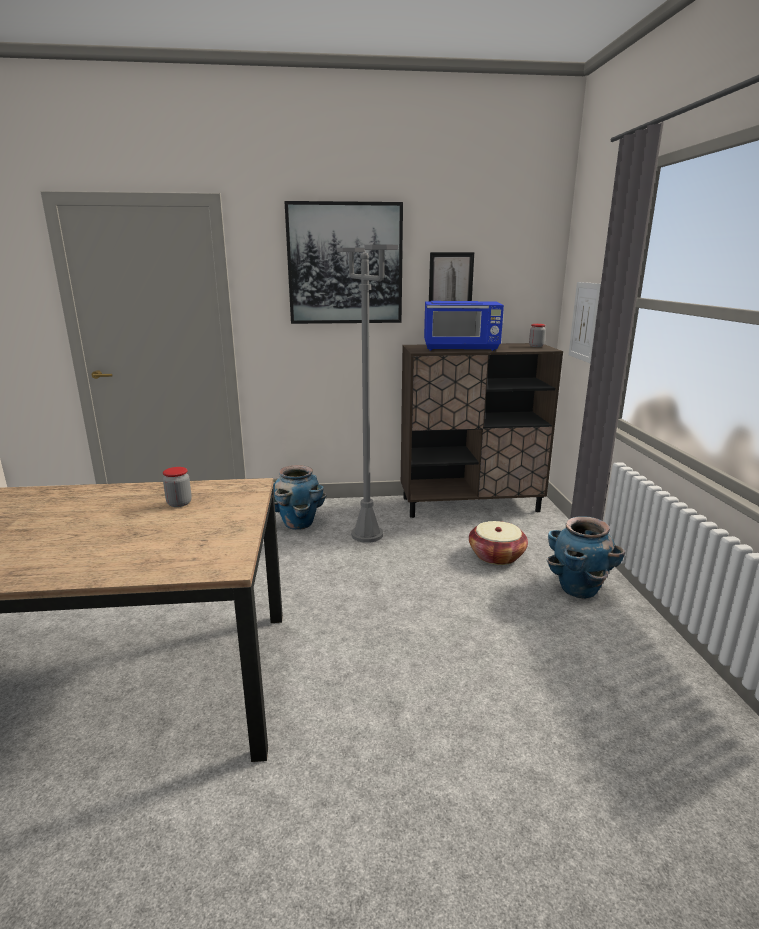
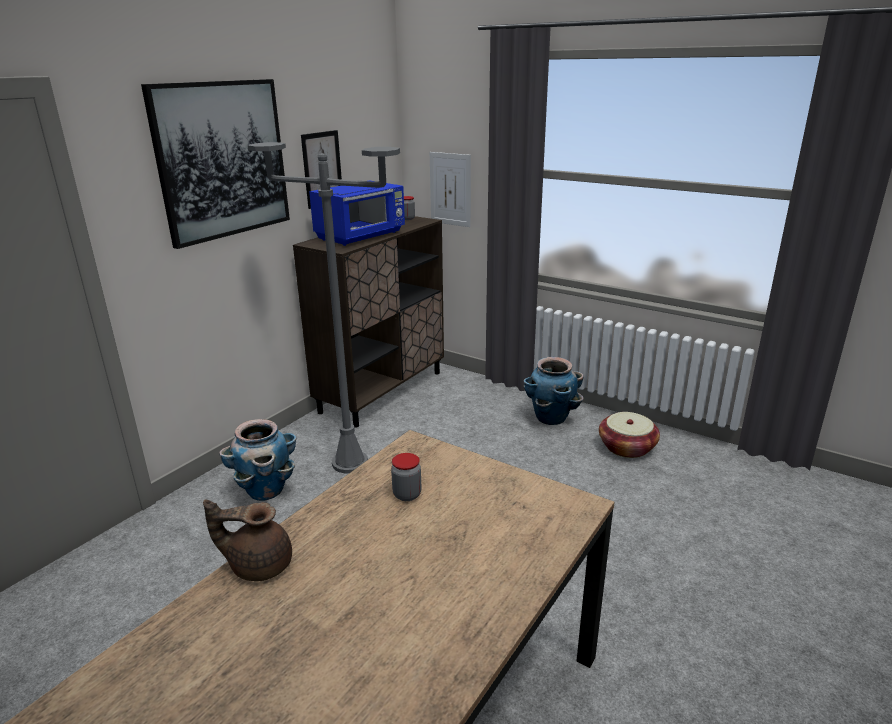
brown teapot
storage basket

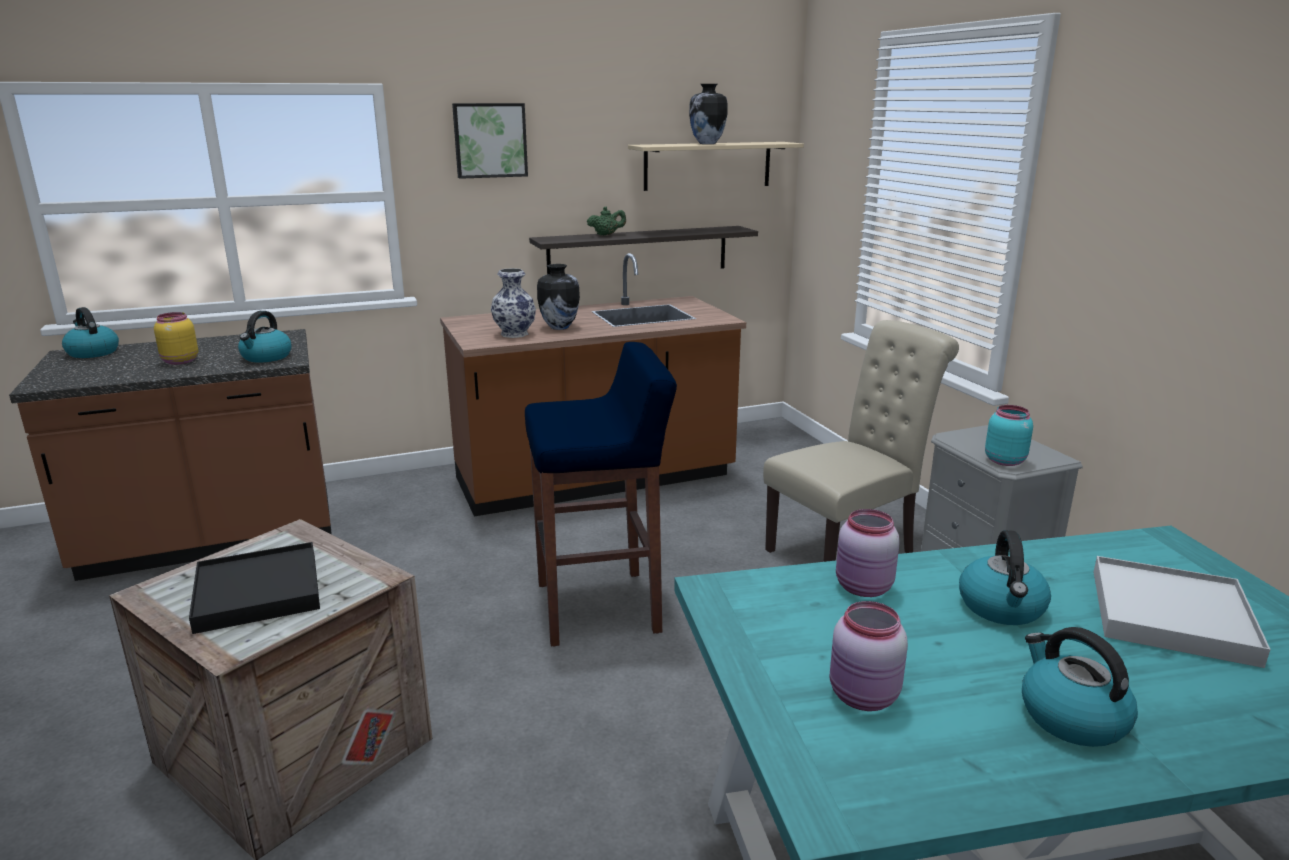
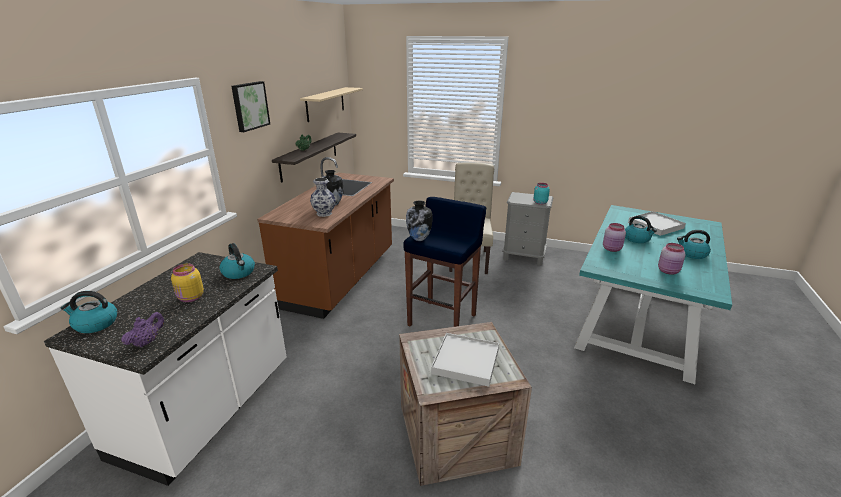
purplish teapot
flower vase (no. 3 from left)
whitish counter
whitish tray (no. 1 from left)

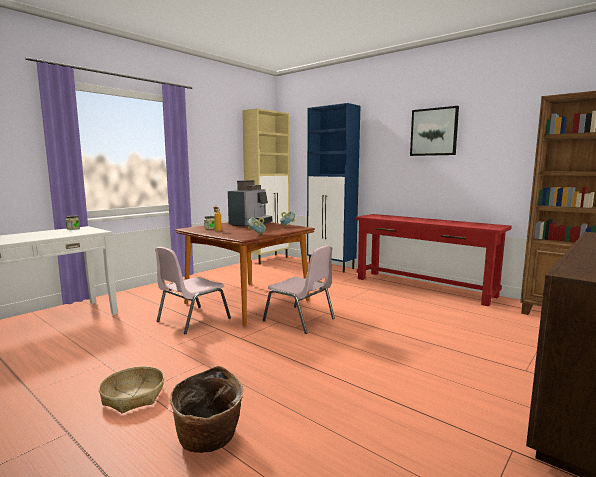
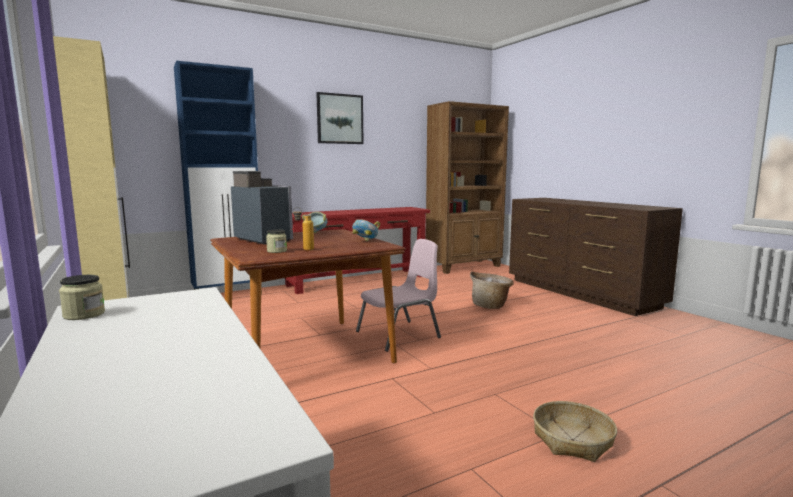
pink-coloured chair (no. 1 from left in the first image)
storage basket (no. 1 from left)

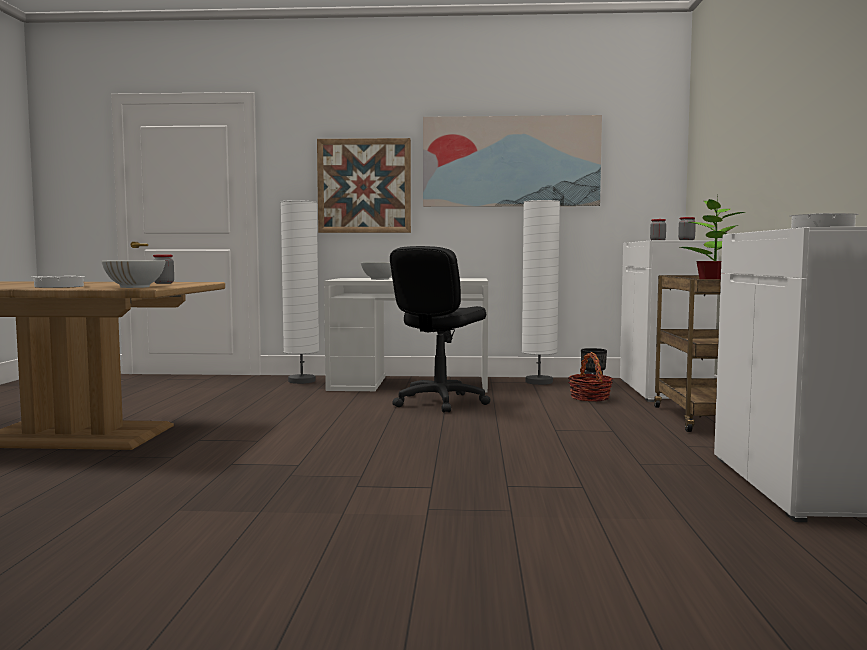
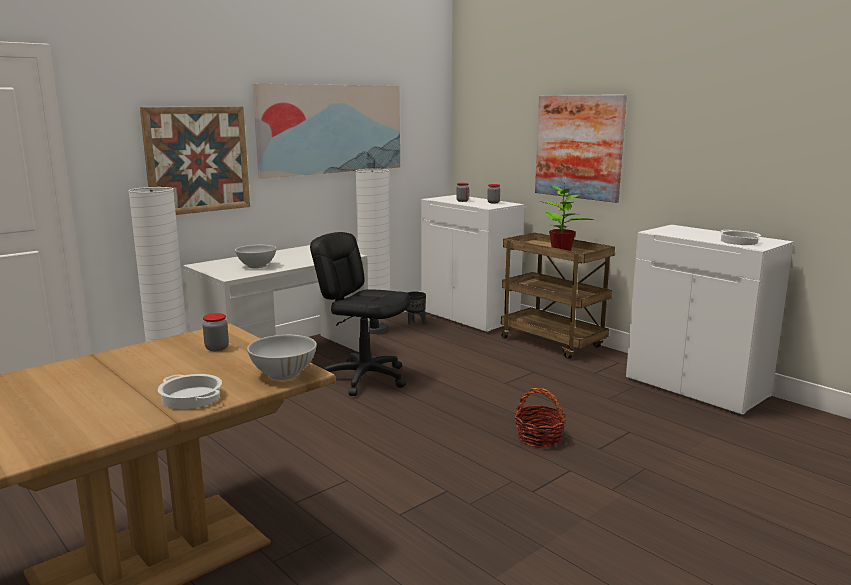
wall art (no. 3 from left)
storage basket
blackish office chair

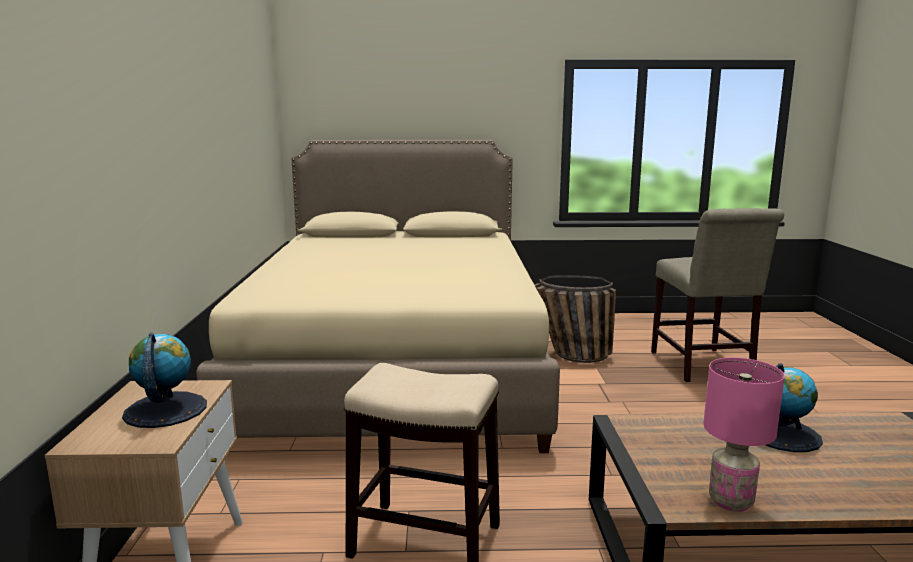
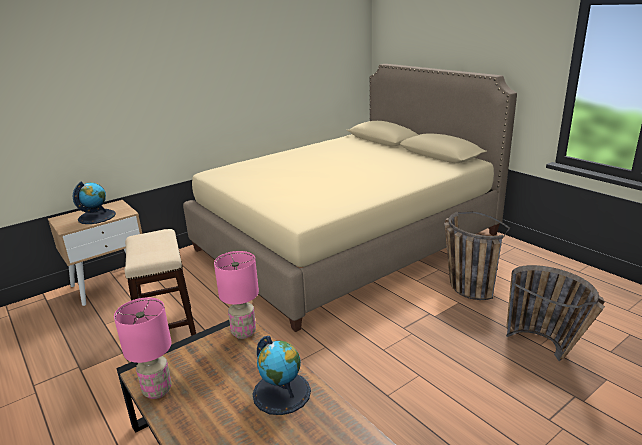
pink-coloured table lamp (no. 2 from left)
storage basket (no. 2 from left)

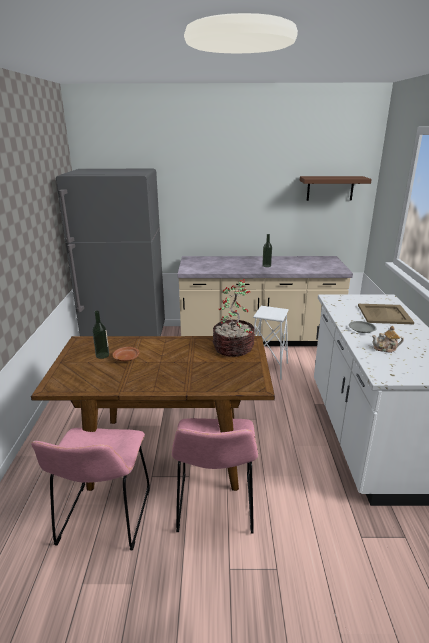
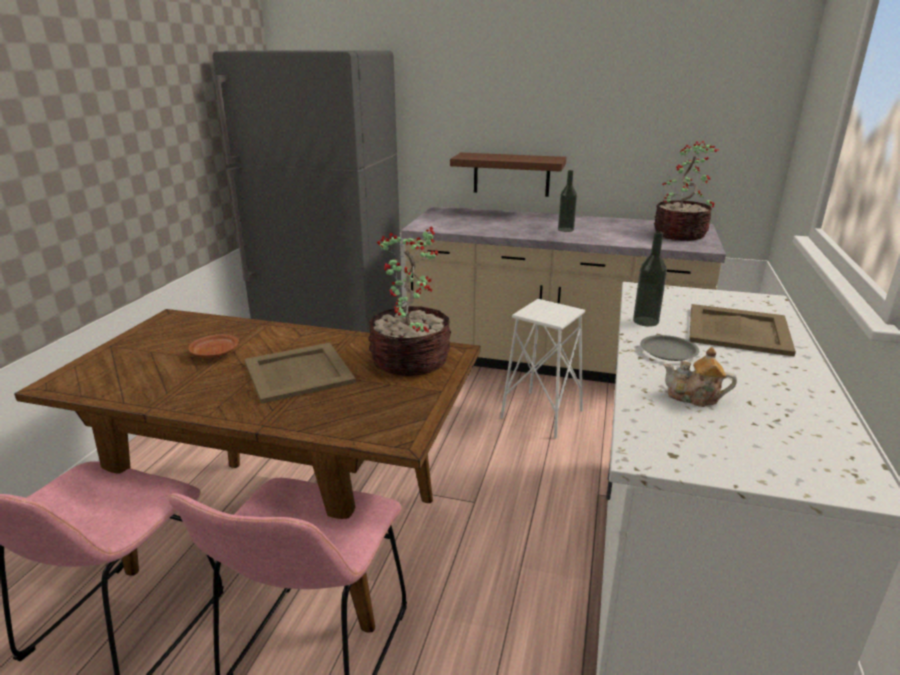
sand-coloured tray (no. 1 from left)
houseplant (no. 2 from left)
beverage bottle (no. 2 from left)
brown shelf

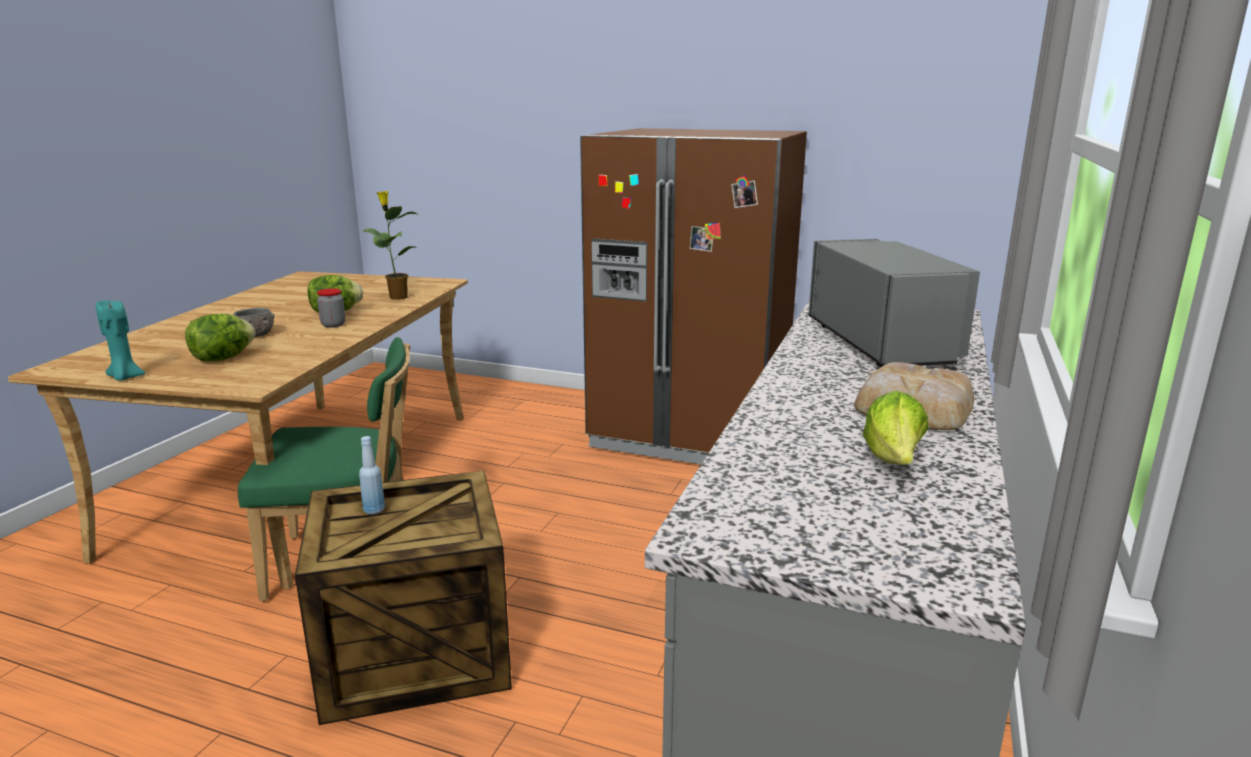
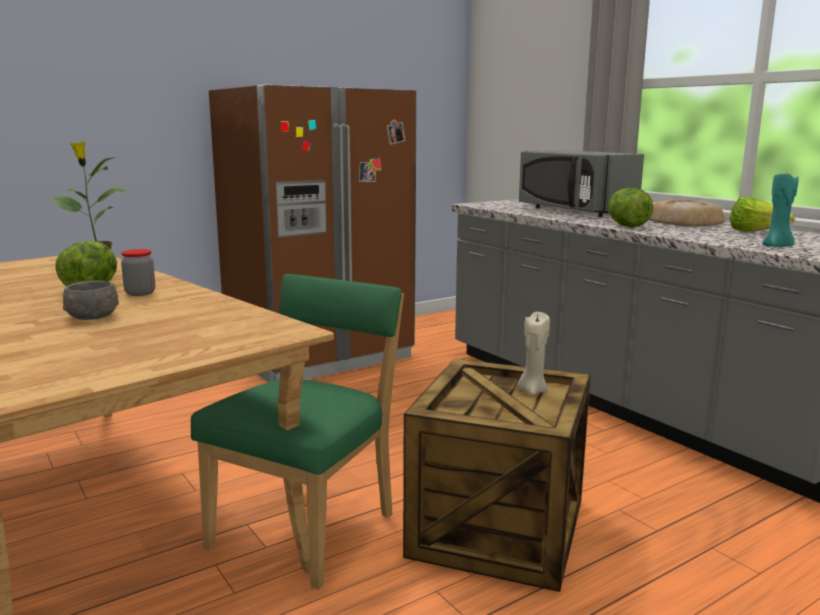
blue-coloured beverage bottle
sand-coloured wax candle
turquoise-coloured wax candle
lettuce head (no. 2 from left)
greyish microwave oven

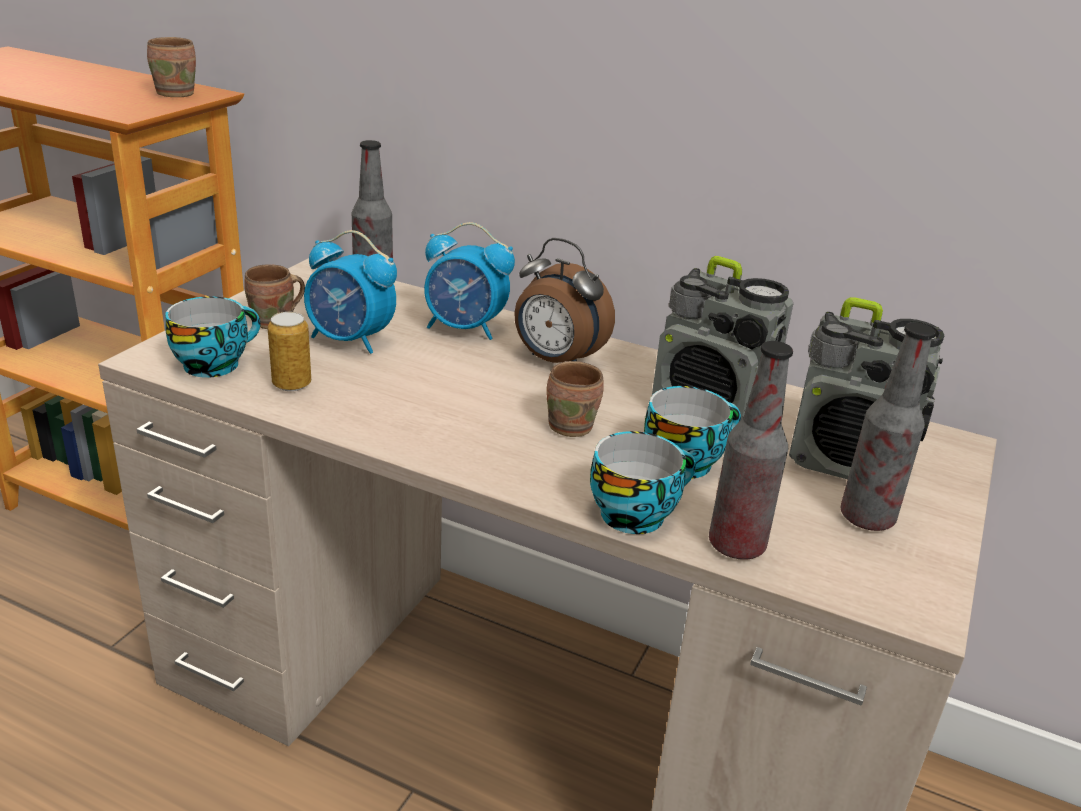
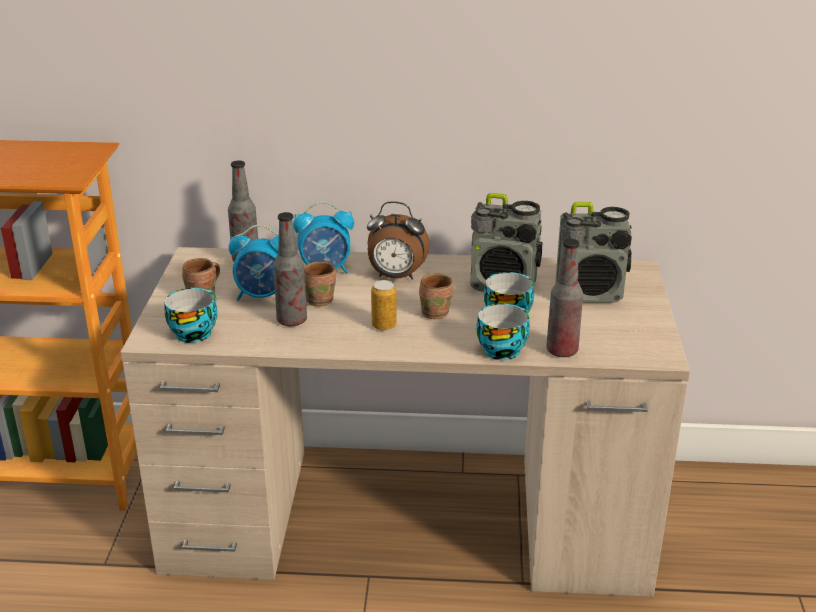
brown tea mug (no. 2 from left)
sealed can
beverage bottle (no. 2 from left)

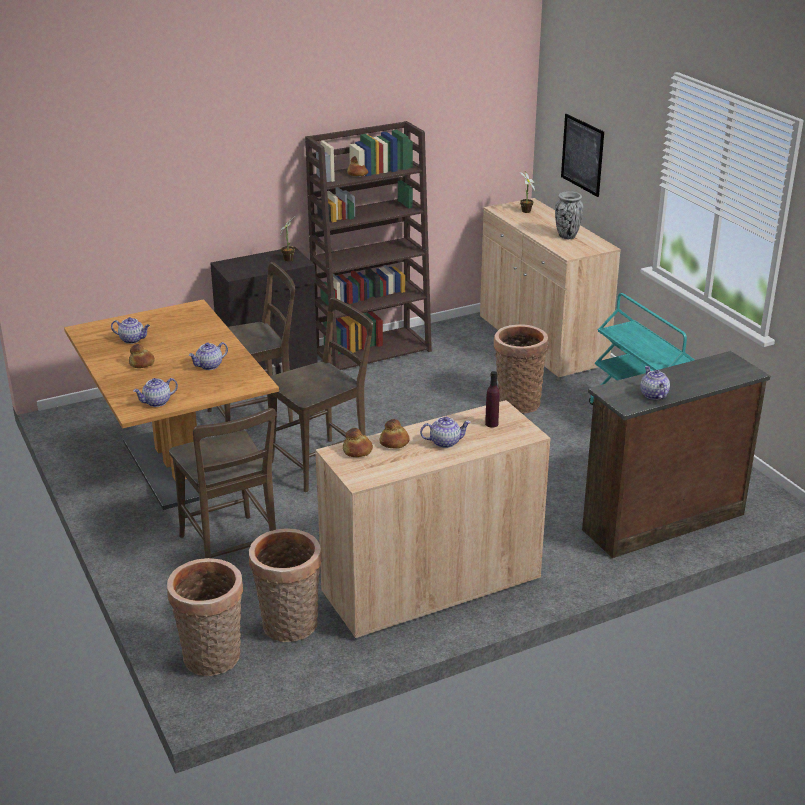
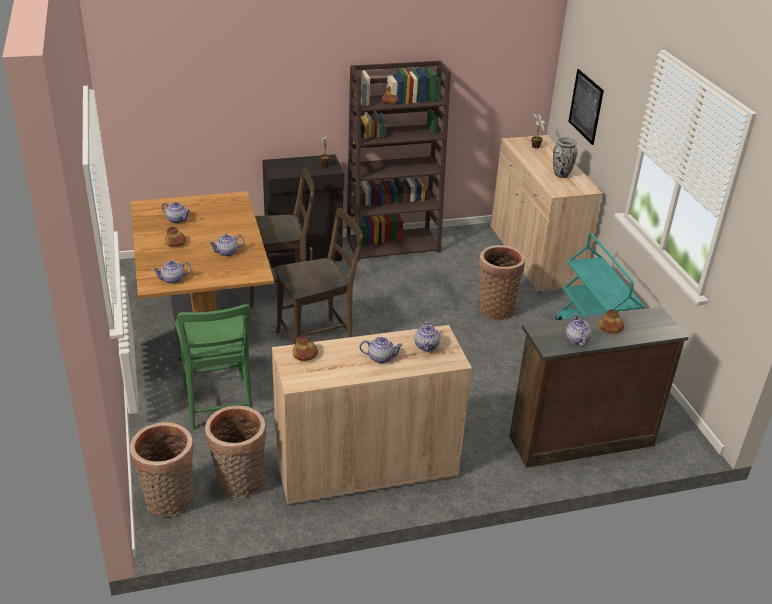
baked bread (no. 4 from left)
teapot (no. 5 from left)
greenish chair

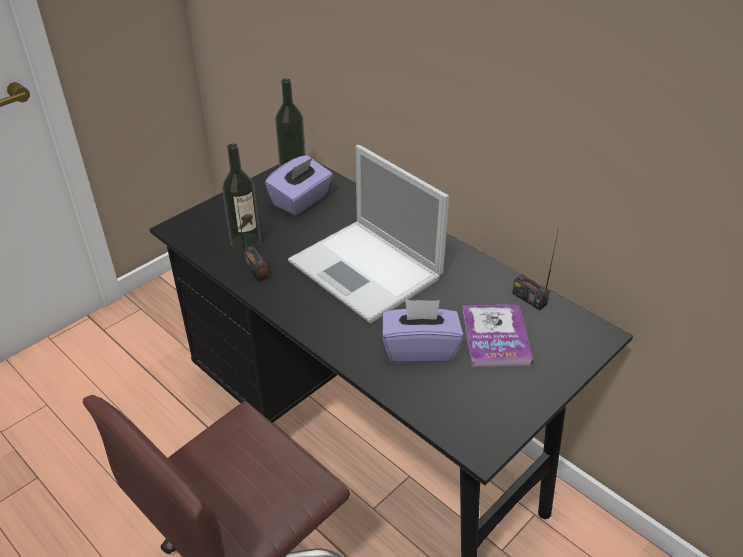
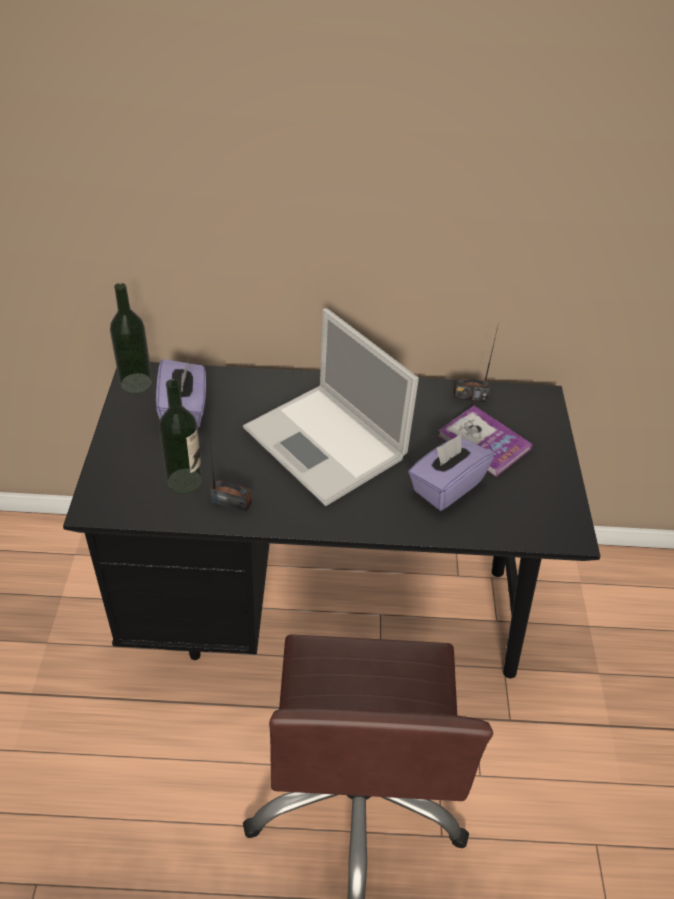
portable computer

